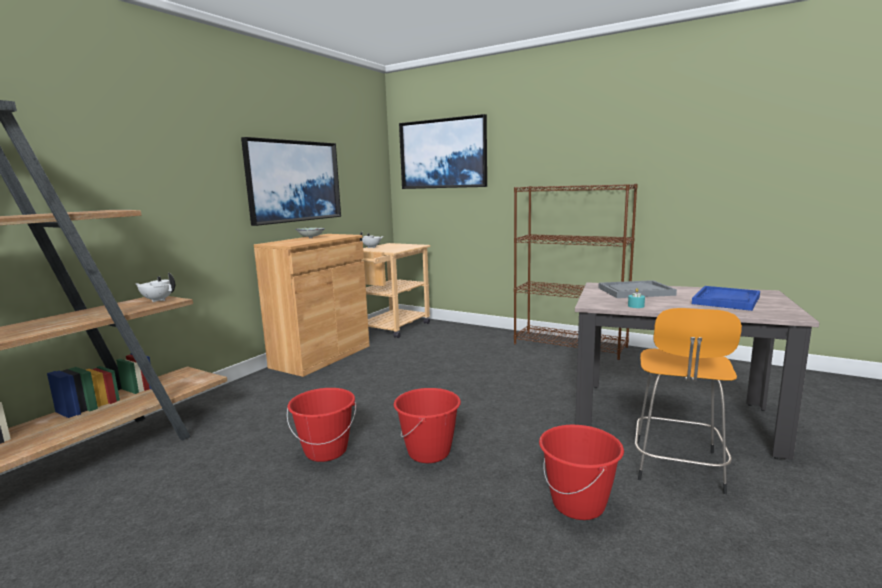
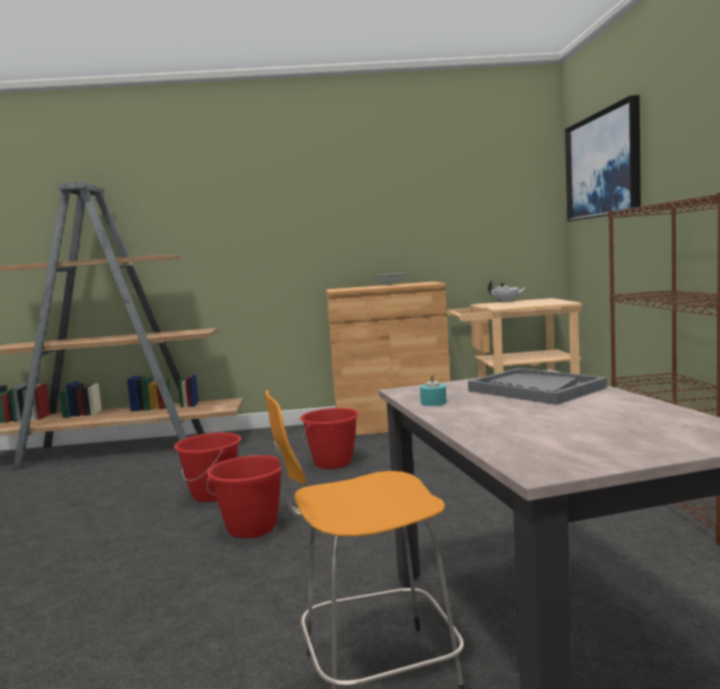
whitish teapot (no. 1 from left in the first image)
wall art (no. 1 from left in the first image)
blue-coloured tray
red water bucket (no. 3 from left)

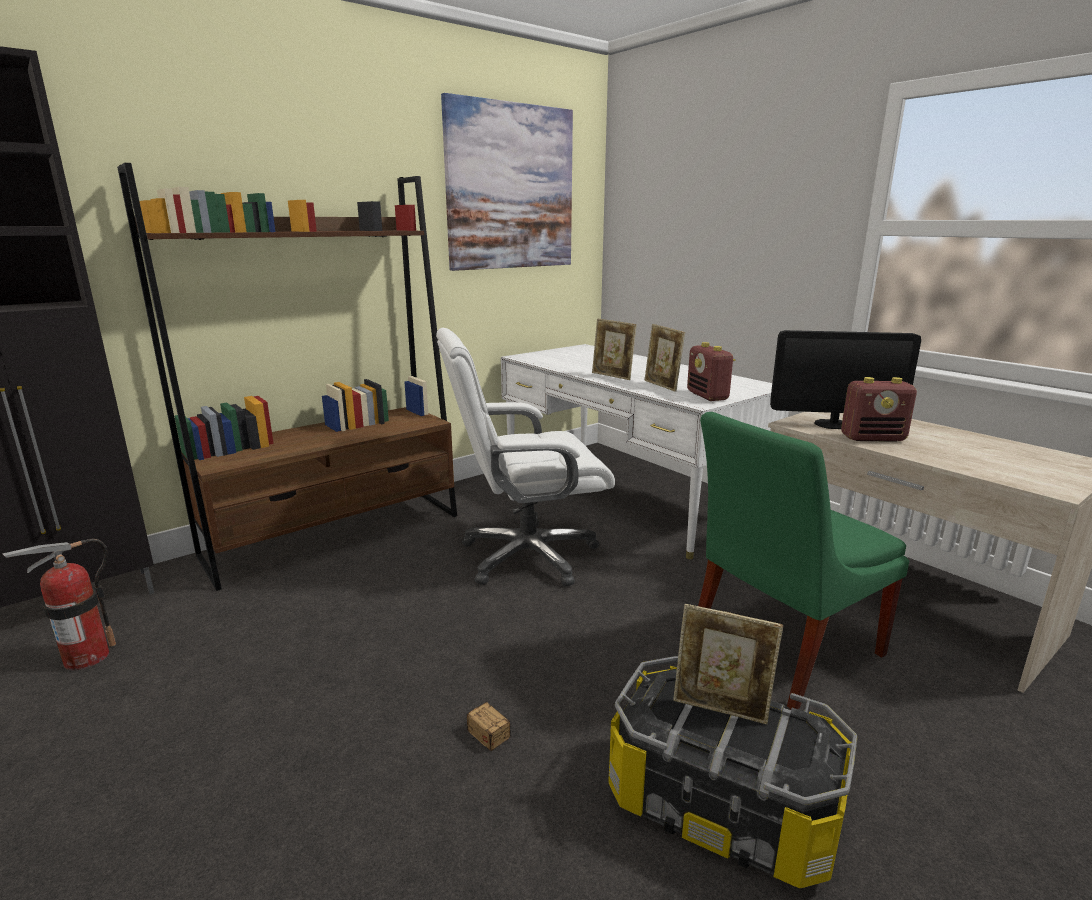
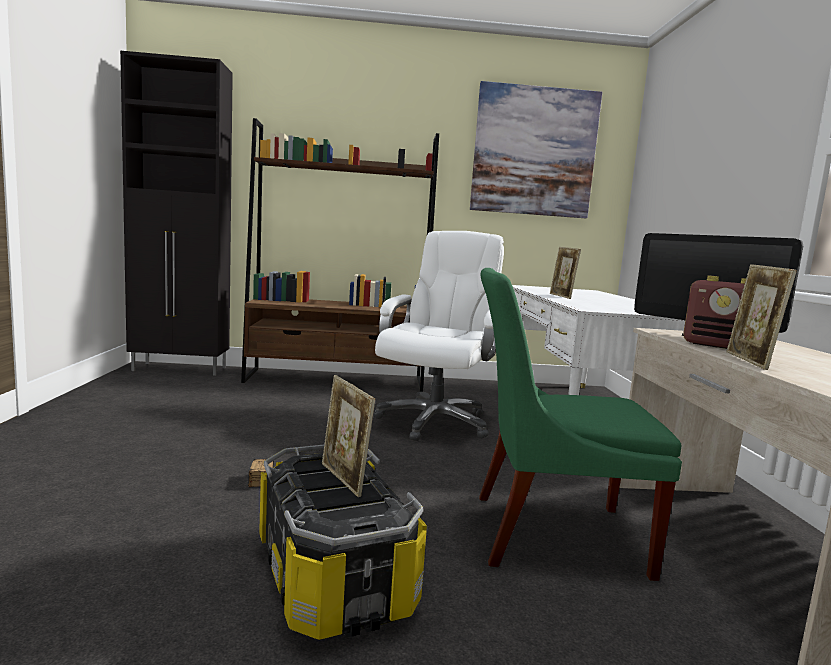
fire extinguisher
radio set (no. 1 from left in the first image)
standing frame (no. 3 from left)
whitish office chair

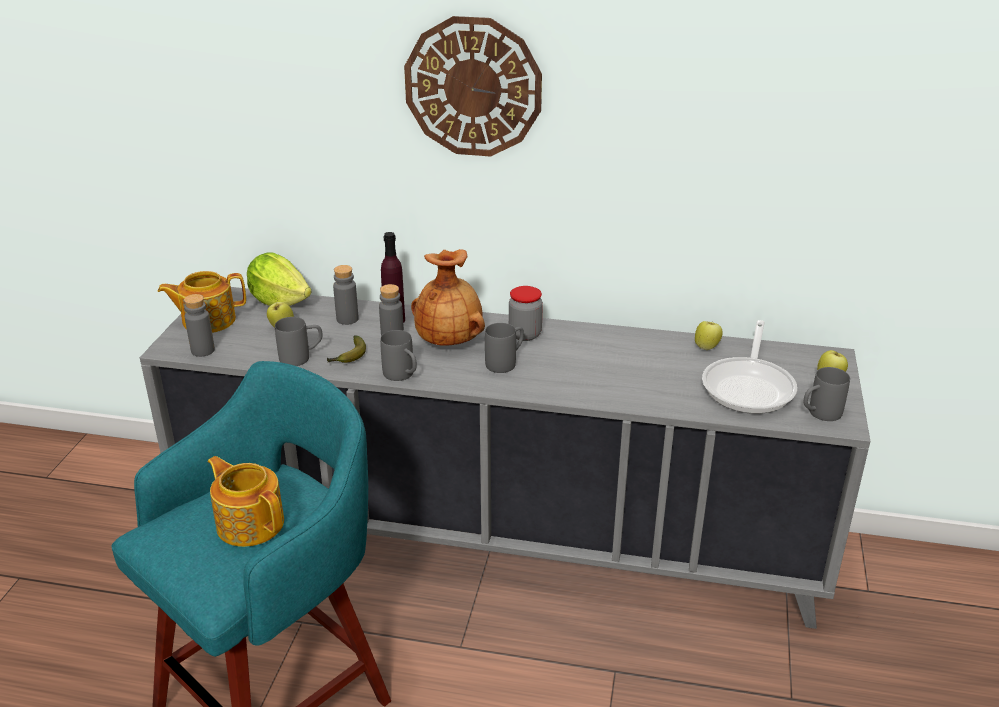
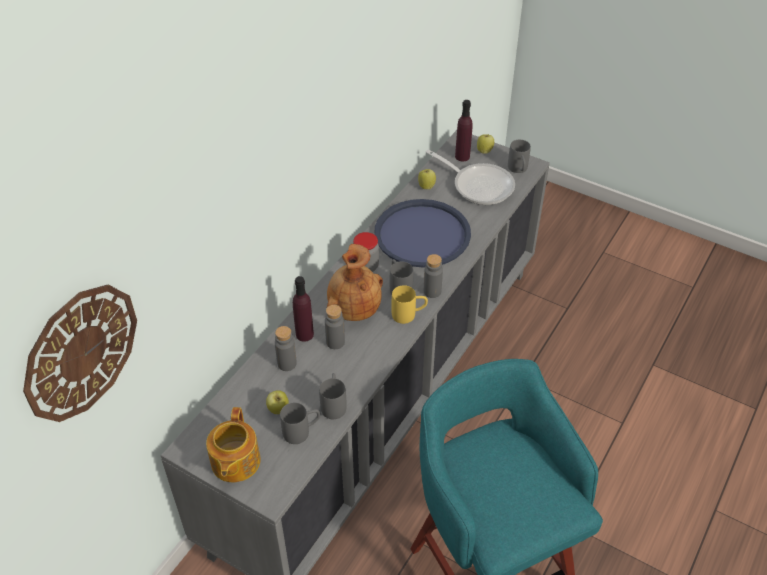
teapot (no. 2 from left in the first image)
lettuce head
banana
blue-coloured tray
yellowish tea mug
purplish beverage bottle (no. 2 from left)
greyish beverage bottle (no. 3 from left)
greyish tea mug (no. 1 from left)
wall clock

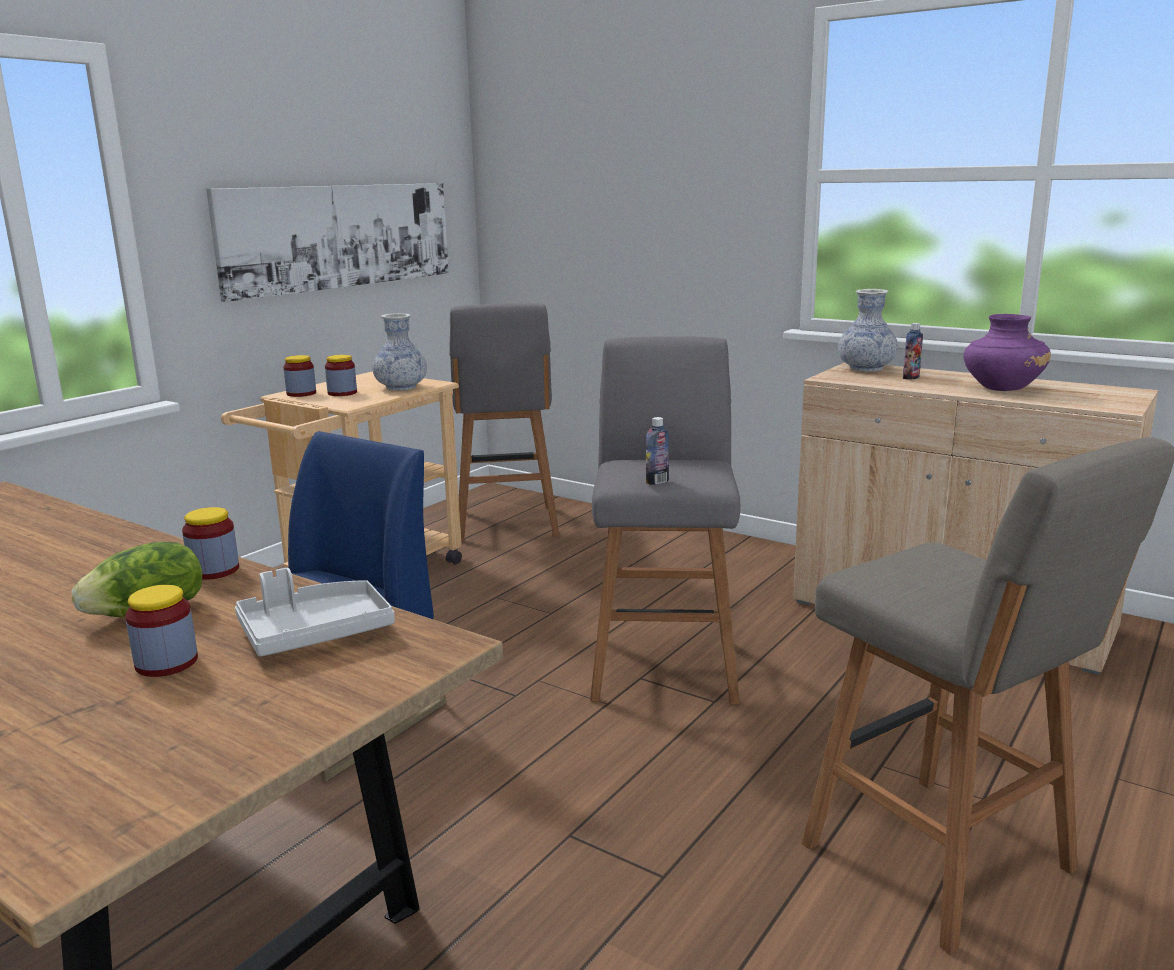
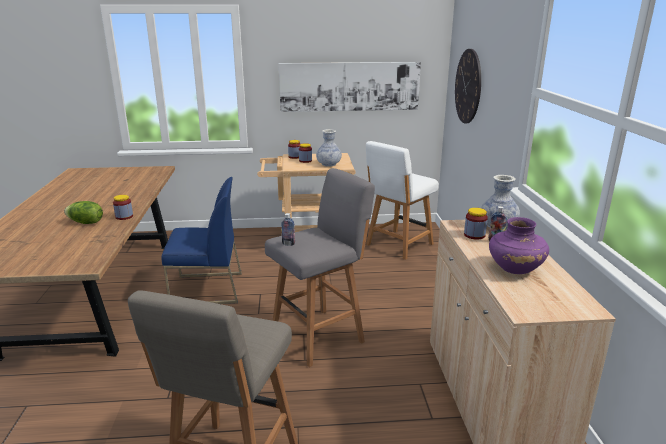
greyish tray
wall clock
storage jar (no. 4 from left)
whitish chair

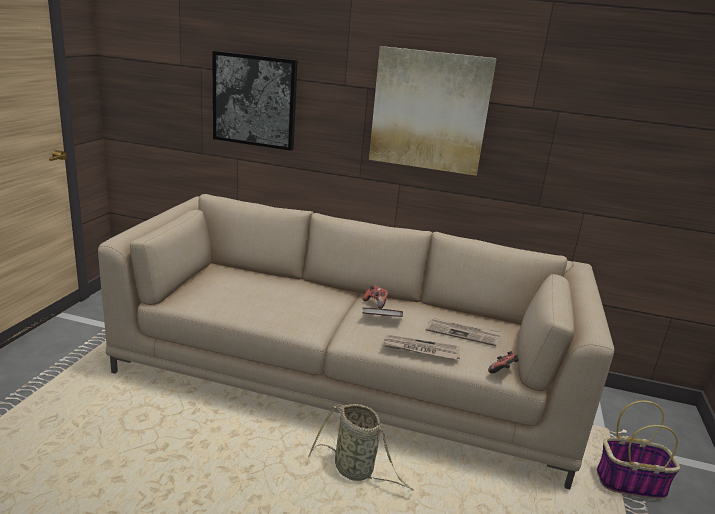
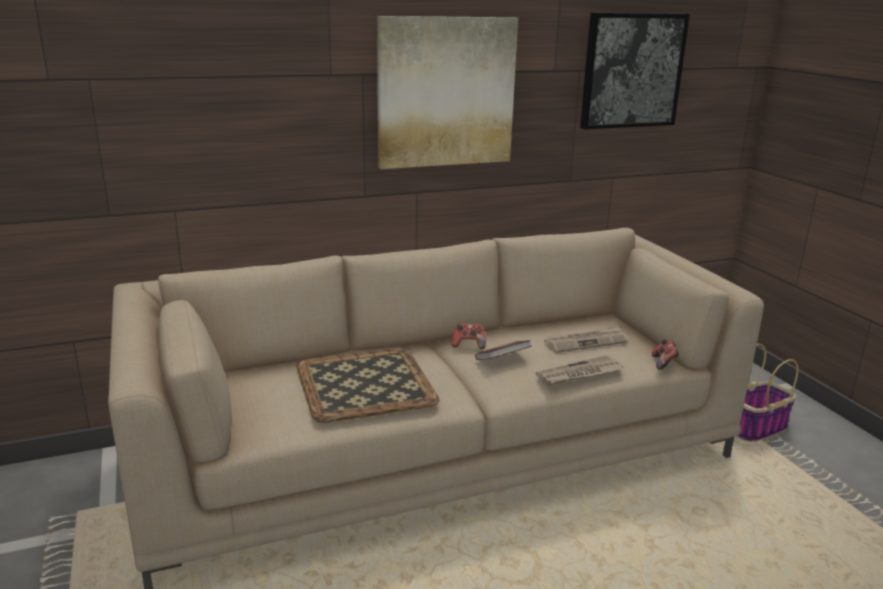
storage basket (no. 1 from left in the first image)
tray
wall art (no. 2 from left)

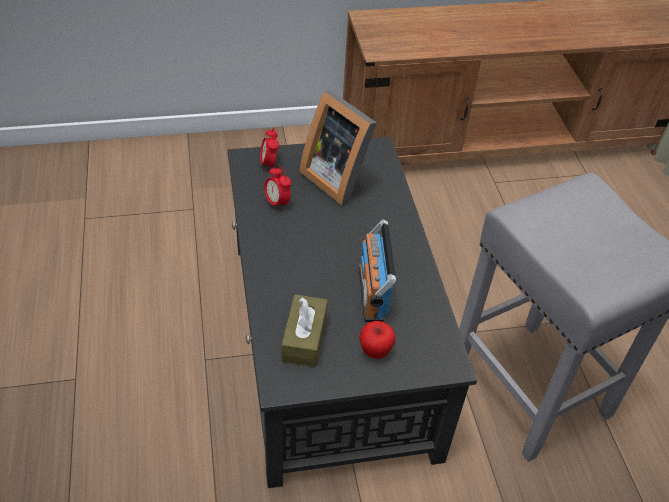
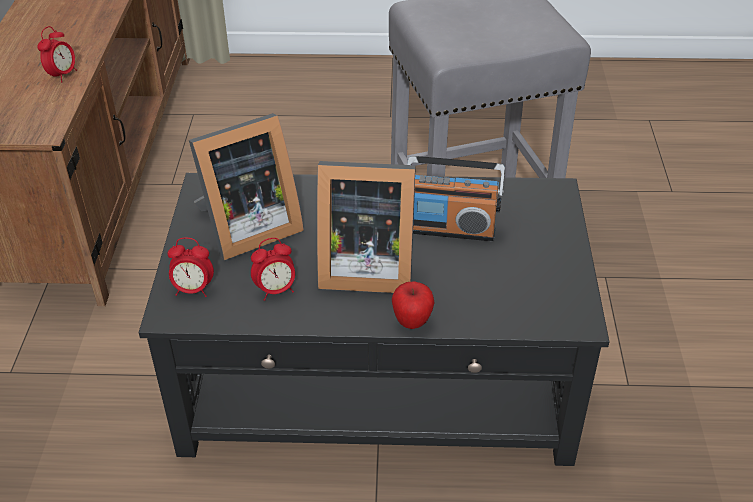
brown box of tissues
table clock (no. 1 from left)
standing frame (no. 2 from left)
whole apple

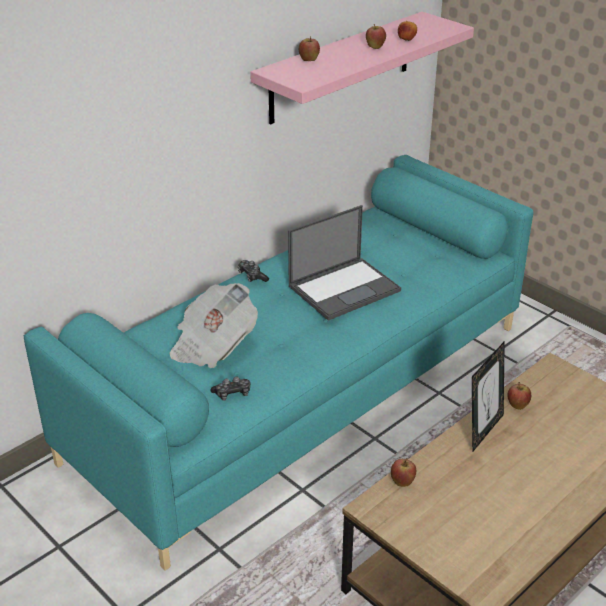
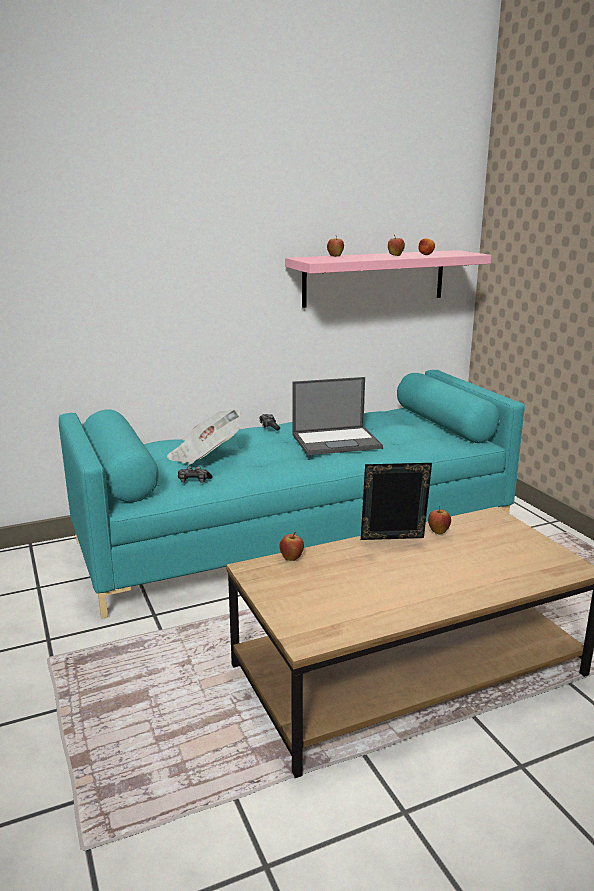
standing frame

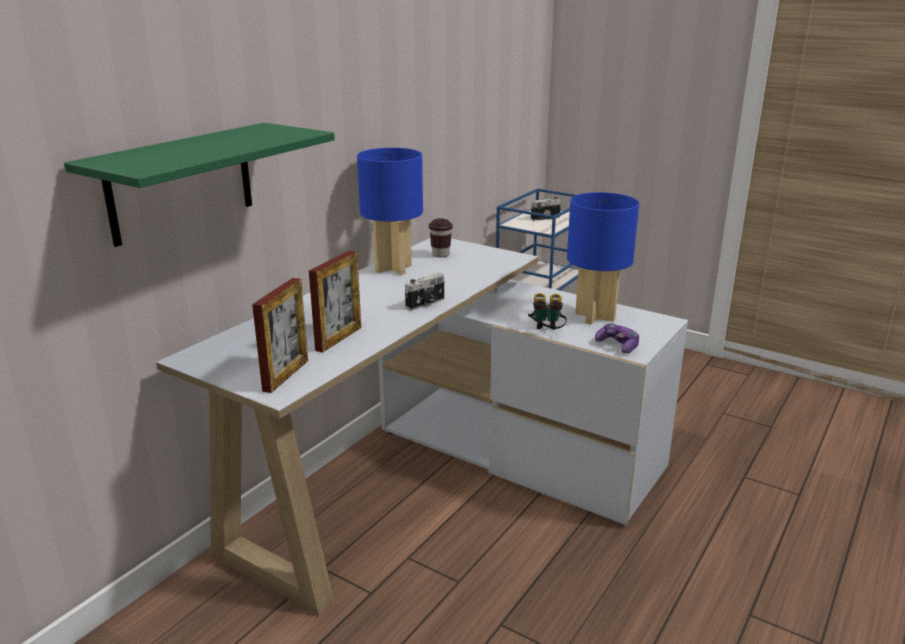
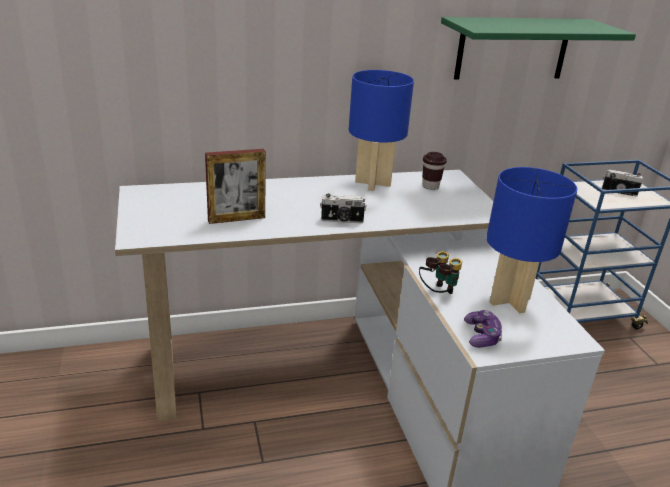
standing frame (no. 1 from left in the first image)
greenish shelf

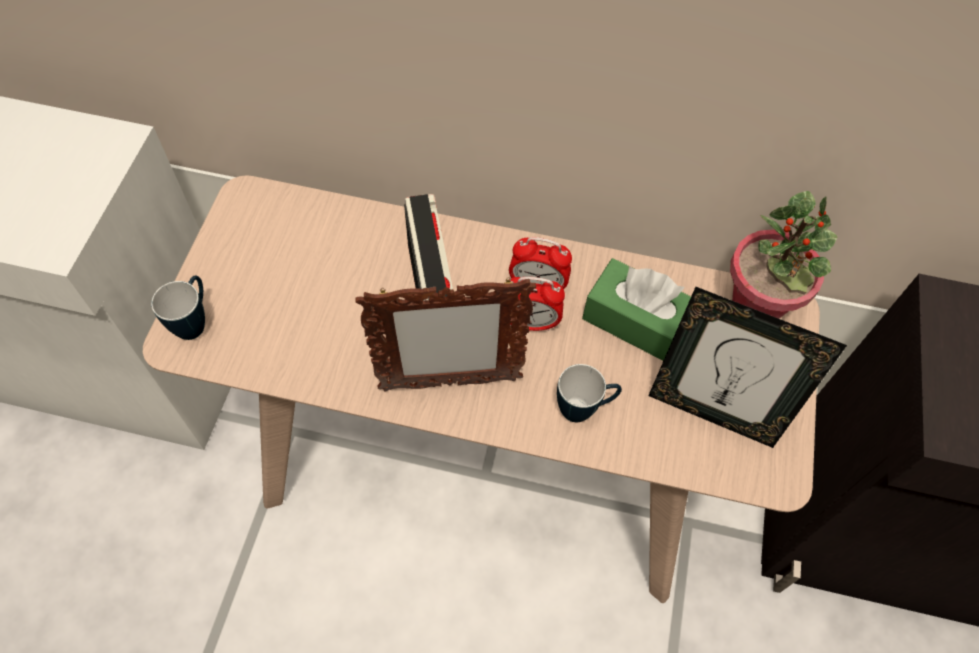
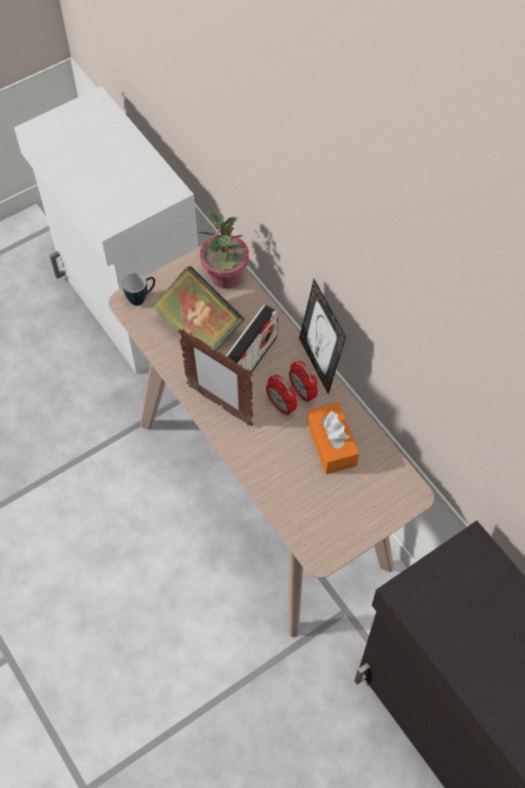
tea mug (no. 2 from left in the first image)
bound book
standing frame (no. 2 from left)
houseplant
orange box of tissues

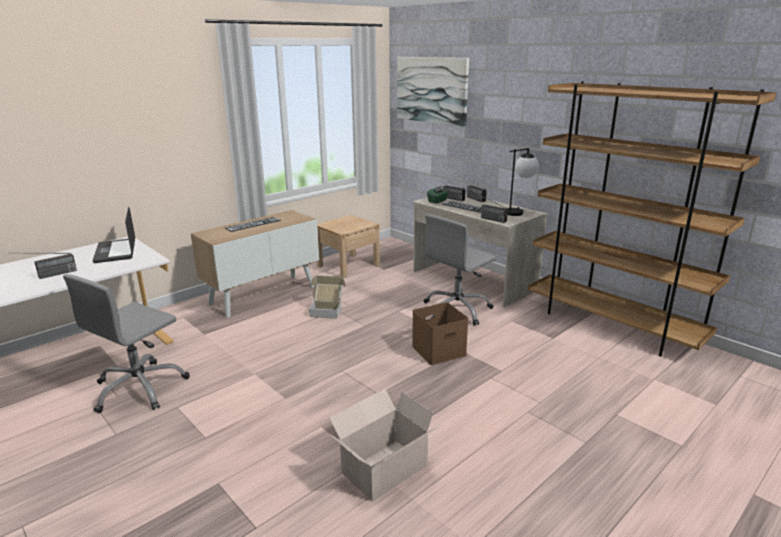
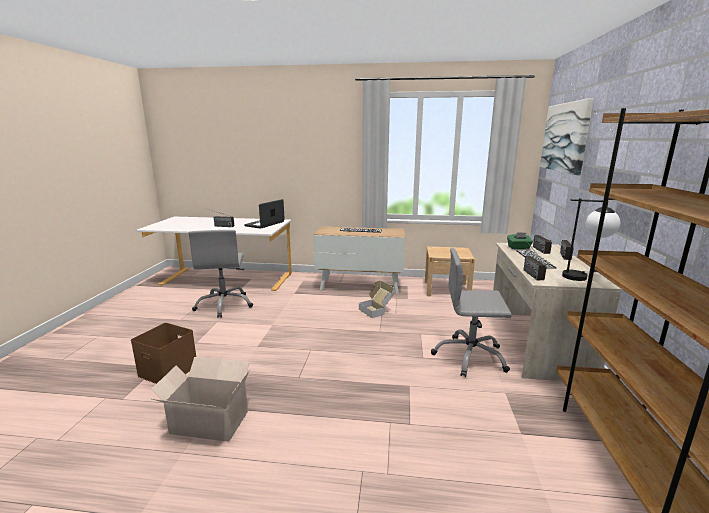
brown storage container
greyish office chair (no. 1 from left)

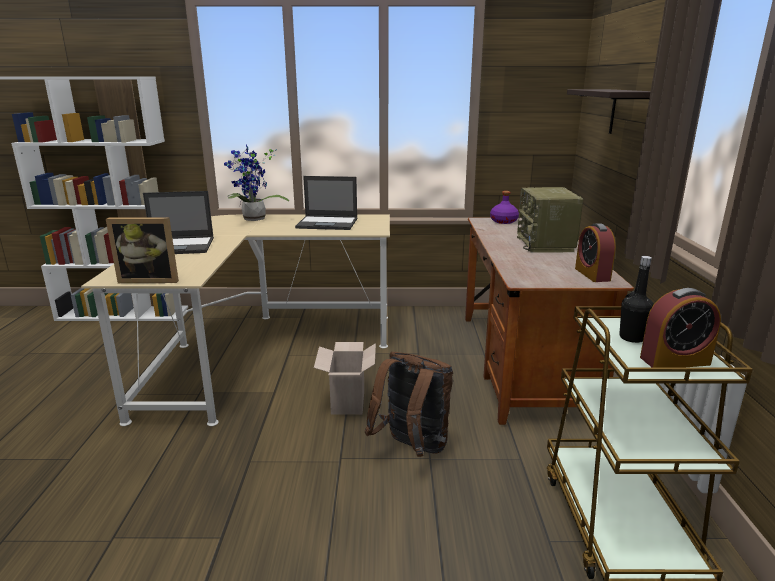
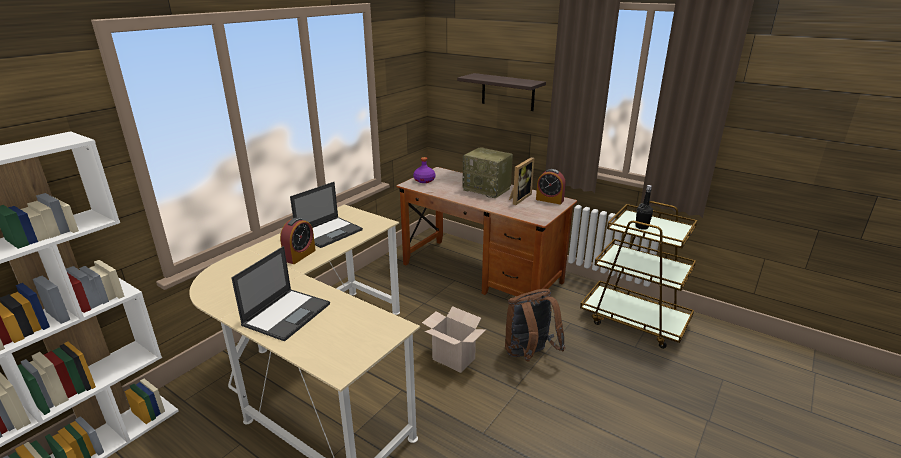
houseplant
standing frame
table clock (no. 1 from left)

